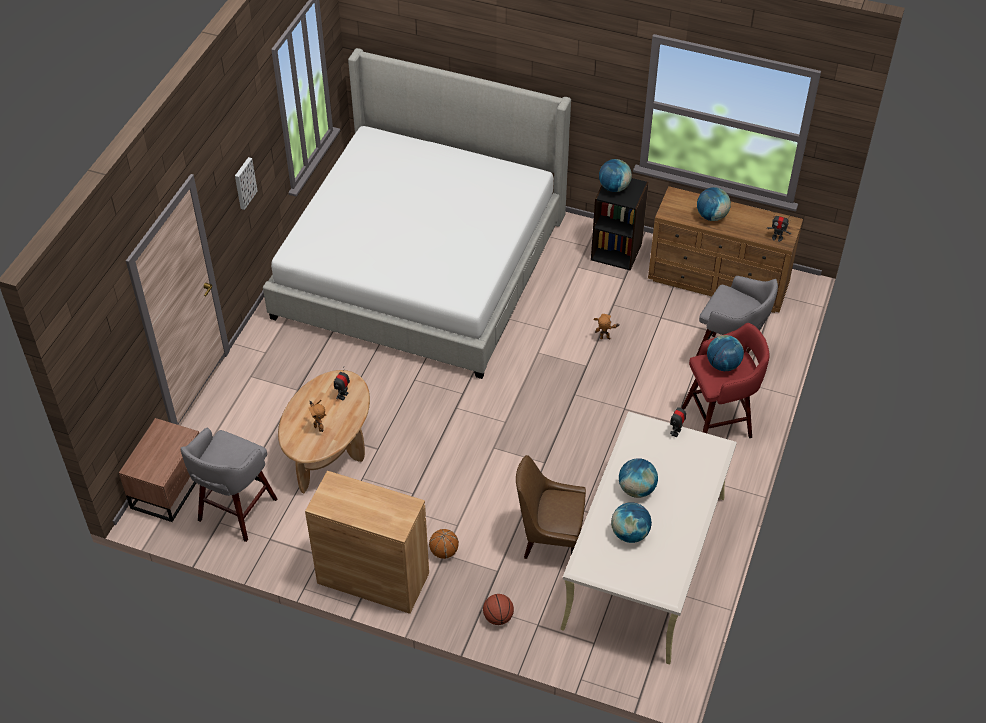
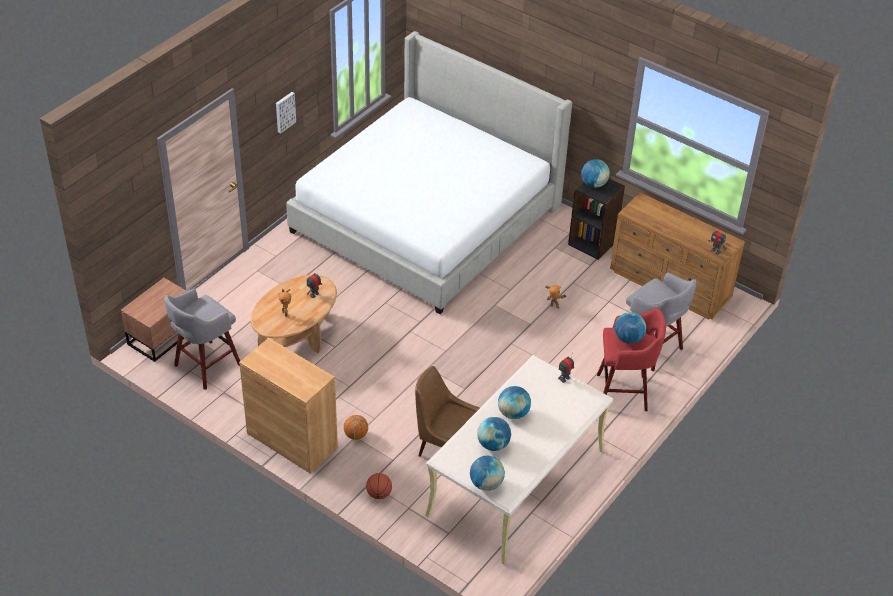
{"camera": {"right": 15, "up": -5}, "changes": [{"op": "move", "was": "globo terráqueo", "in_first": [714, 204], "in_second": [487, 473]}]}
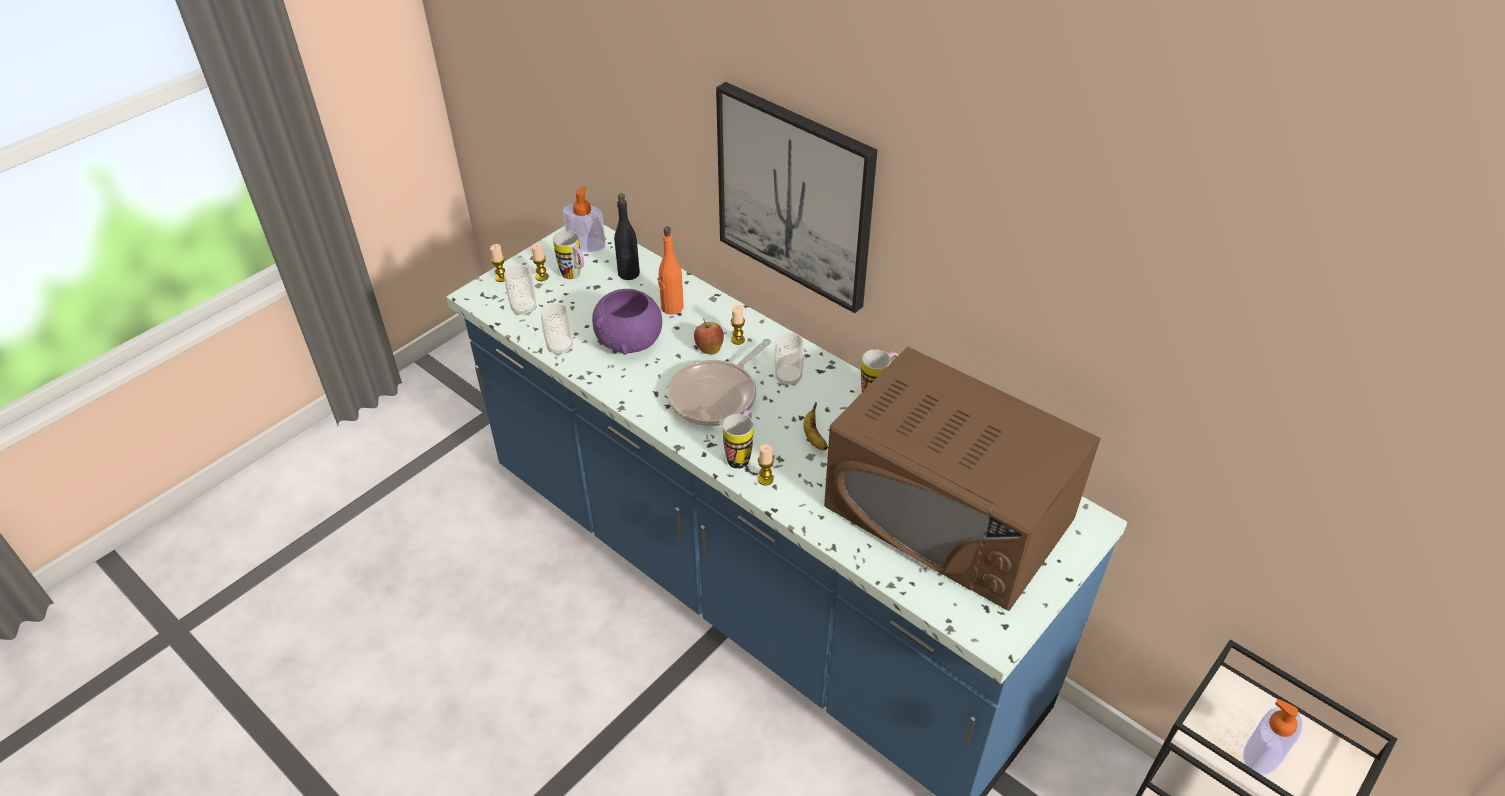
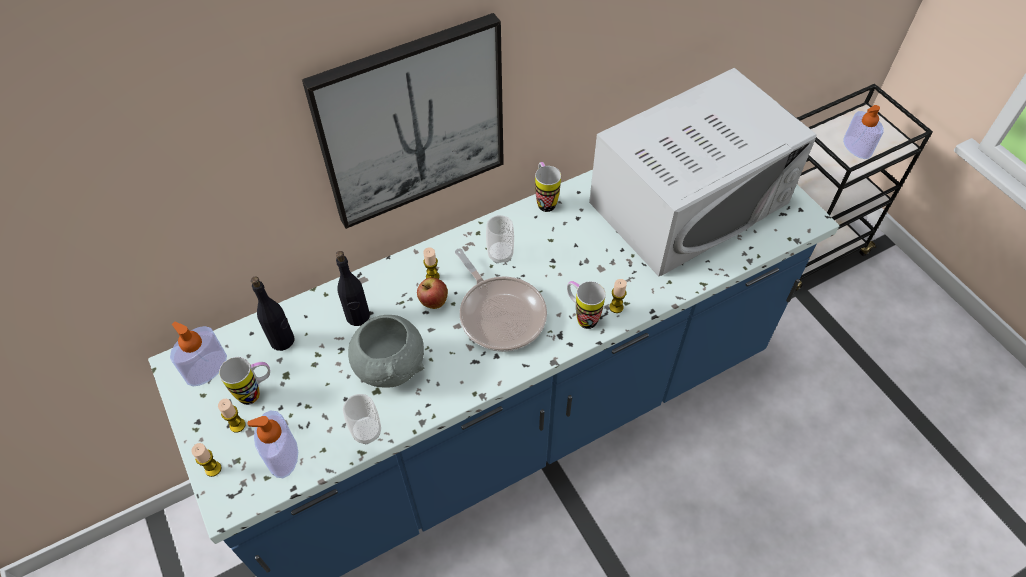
{"camera": {"right": -70, "up": 10}, "changes": [{"op": "replace", "was": "taza", "now": "dispensador de jabón", "in_first": [520, 290], "in_second": [273, 444]}, {"op": "recolor", "was": "cuenco/morado", "now": "cuenco/gris", "in_first": [627, 322], "in_second": [386, 351]}, {"op": "recolor", "was": "botella/naranja", "now": "botella/negro", "in_first": [671, 270], "in_second": [353, 288]}, {"op": "delete", "was": "plátano", "in_first": [816, 426]}, {"op": "recolor", "was": "microondas/marrón", "now": "microondas/blanco", "in_first": [962, 478], "in_second": [702, 172]}]}
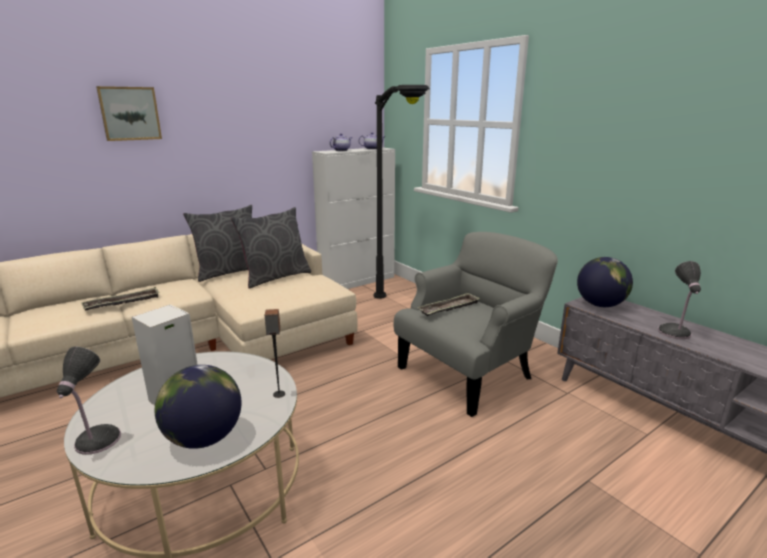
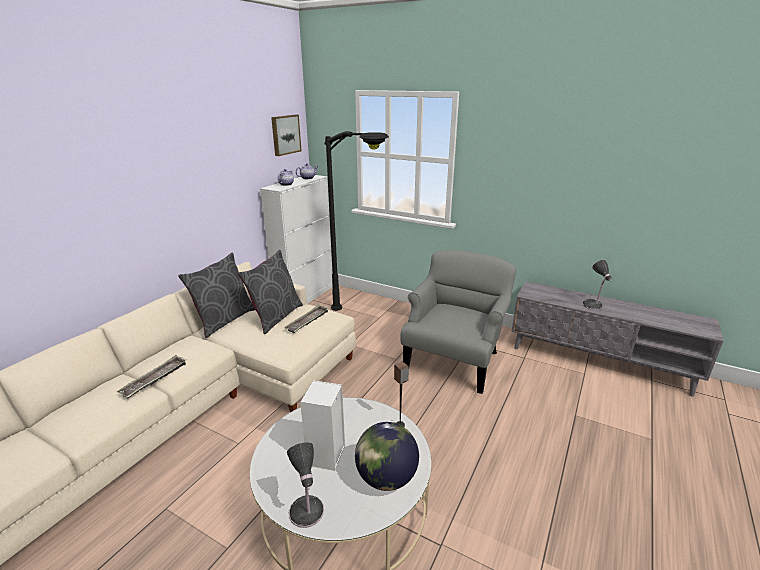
{"camera": {"right": -25, "up": 5}, "changes": [{"op": "move", "was": "cuadro", "in_first": [129, 113], "in_second": [286, 135]}, {"op": "move", "was": "bandeja", "in_first": [449, 304], "in_second": [306, 318]}, {"op": "delete", "was": "globo terráqueo", "in_first": [605, 282]}]}
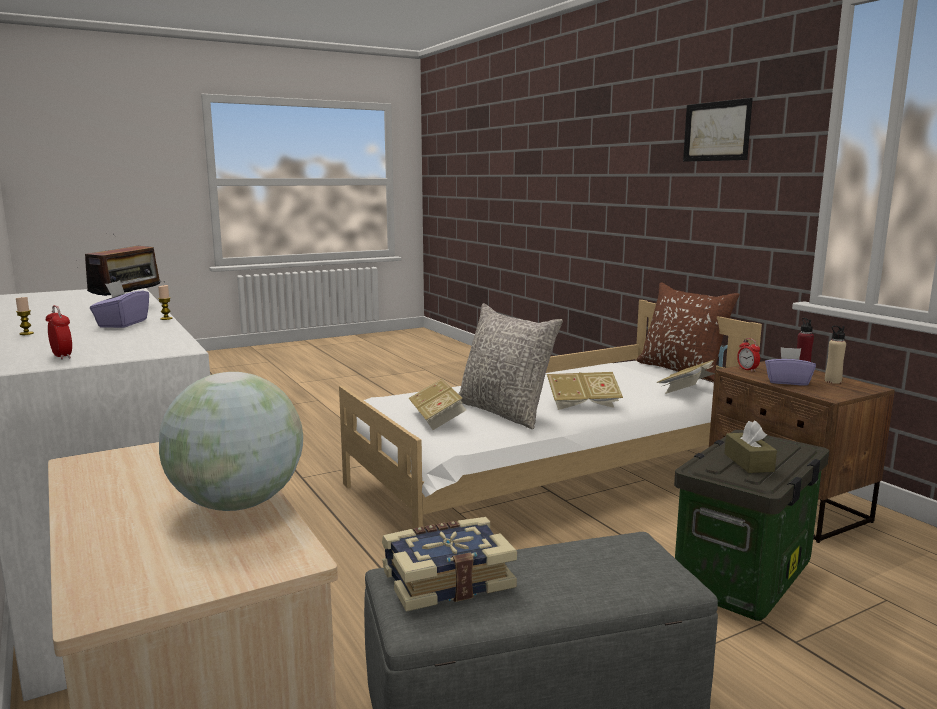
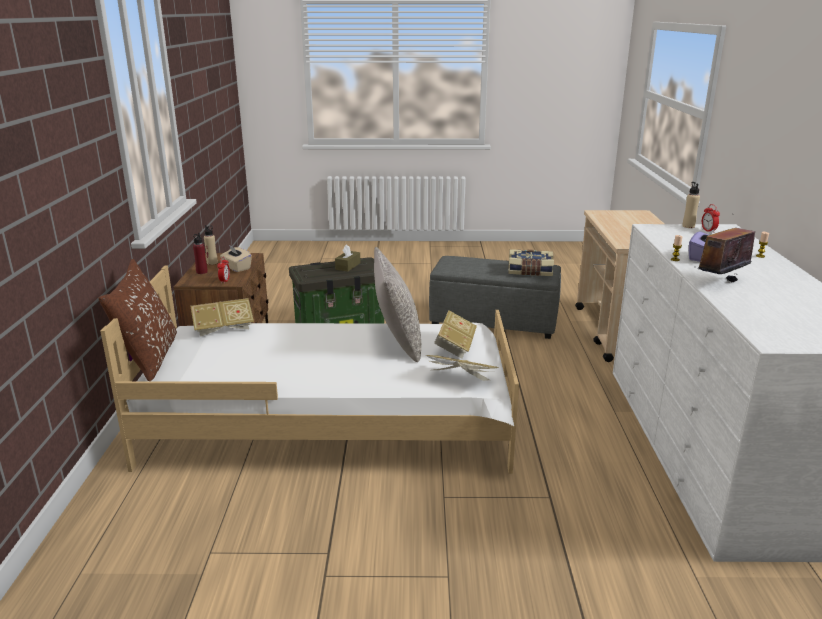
{"camera": {"right": -150, "up": 10}, "changes": [{"op": "delete", "was": "globo terráqueo", "in_first": [231, 441]}, {"op": "move", "was": "libro", "in_first": [585, 391], "in_second": [462, 368]}, {"op": "delete", "was": "cuadro", "in_first": [718, 130]}, {"op": "recolor", "was": "caja de pañuelos/morado", "now": "caja de pañuelos/beis", "in_first": [790, 366], "in_second": [236, 258]}, {"op": "insert", "now": "botella/beis", "in_second": [691, 205]}]}
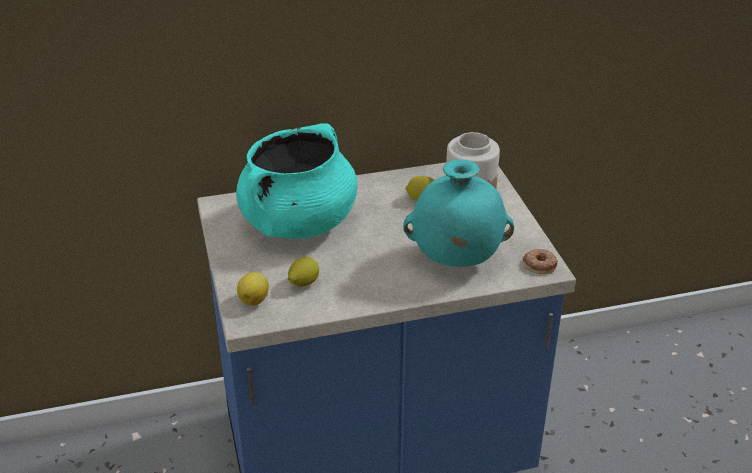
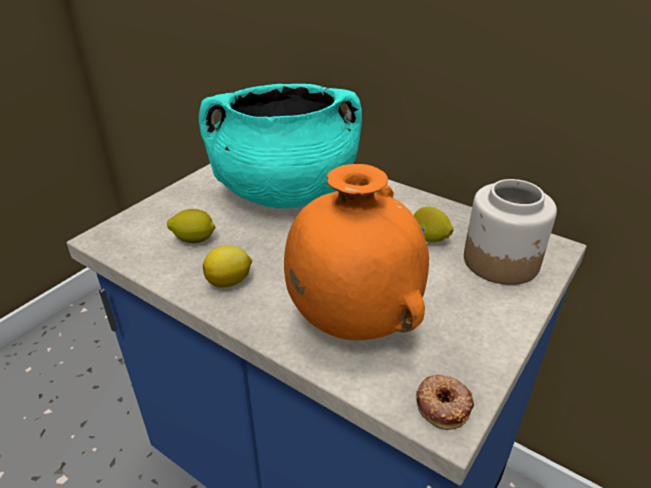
{"camera": {"right": 50, "up": 0}, "changes": [{"op": "move", "was": "limón", "in_first": [253, 289], "in_second": [227, 267]}, {"op": "recolor", "was": "florero/turquesa", "now": "florero/naranja", "in_first": [458, 213], "in_second": [356, 252]}]}
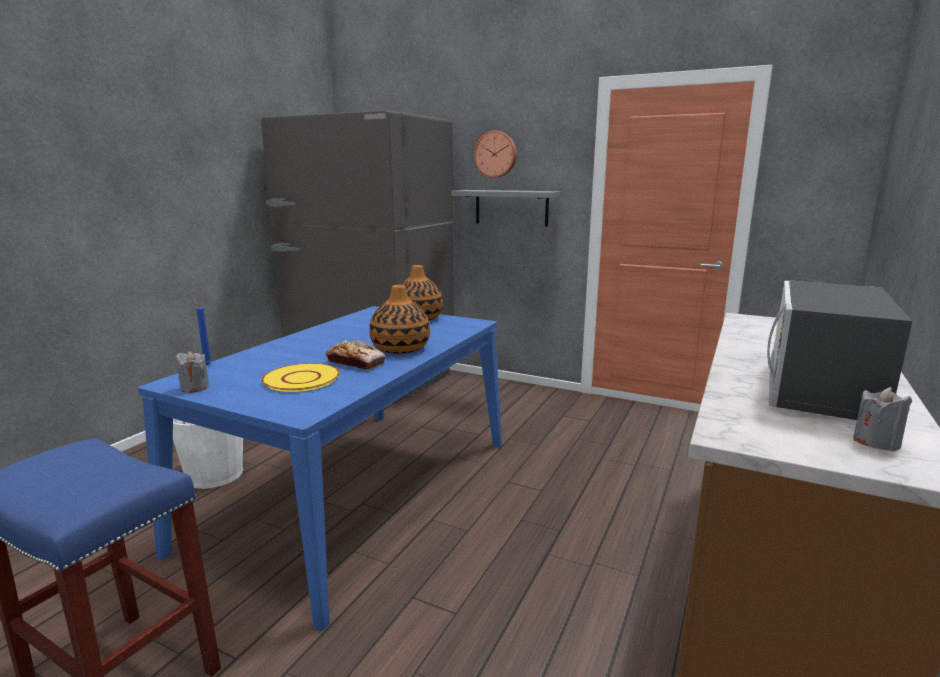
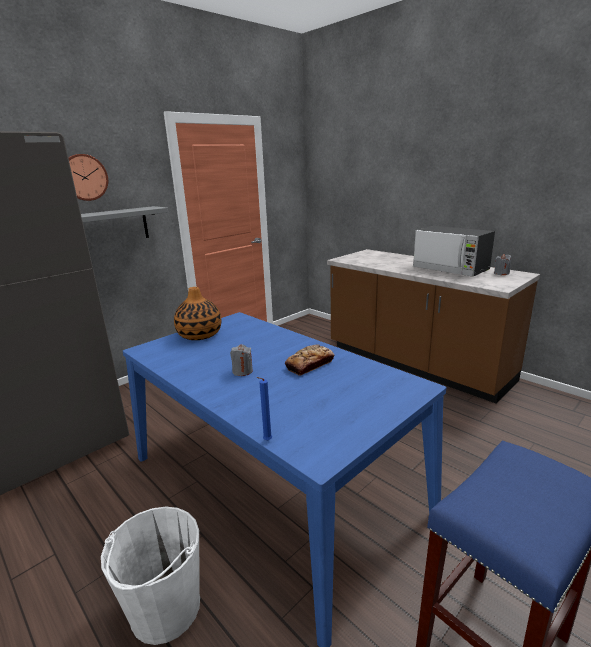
{"camera": {"right": -70, "up": 5}, "changes": [{"op": "move", "was": "vela/gris", "in_first": [192, 372], "in_second": [241, 360]}, {"op": "delete", "was": "plato/amarillo", "in_first": [300, 377]}, {"op": "delete", "was": "florero", "in_first": [399, 319]}]}
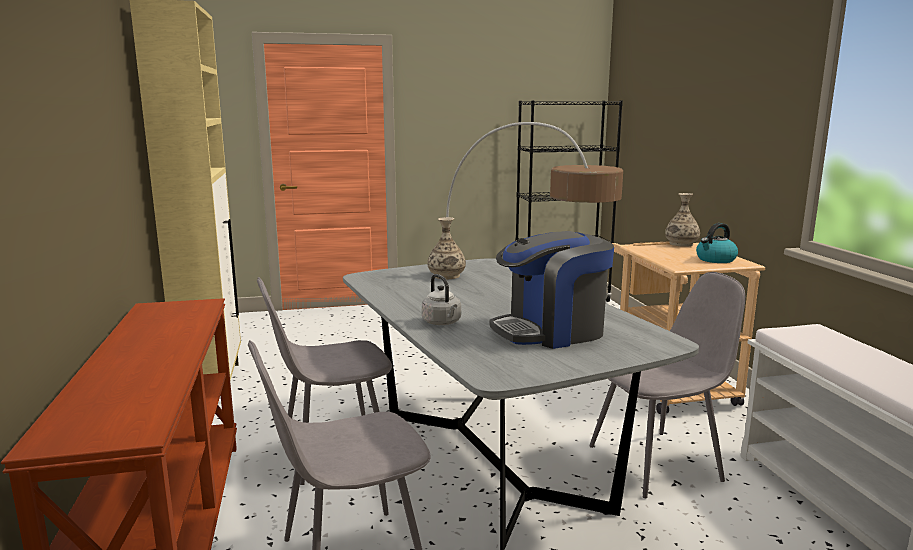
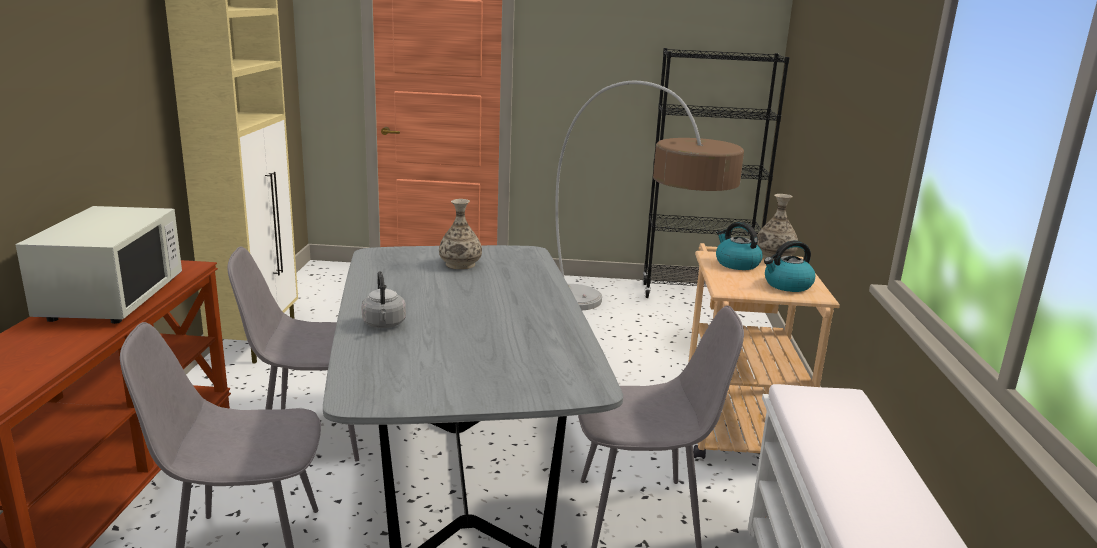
{"camera": {"right": 15, "up": 5}, "changes": [{"op": "delete", "was": "cafetera", "in_first": [551, 290]}, {"op": "insert", "now": "microondas/blanco", "in_second": [98, 265]}, {"op": "insert", "now": "hervidor", "in_second": [739, 246]}]}
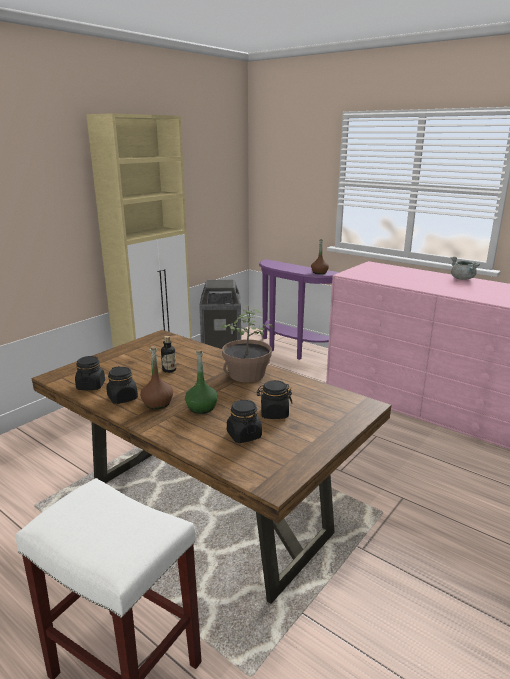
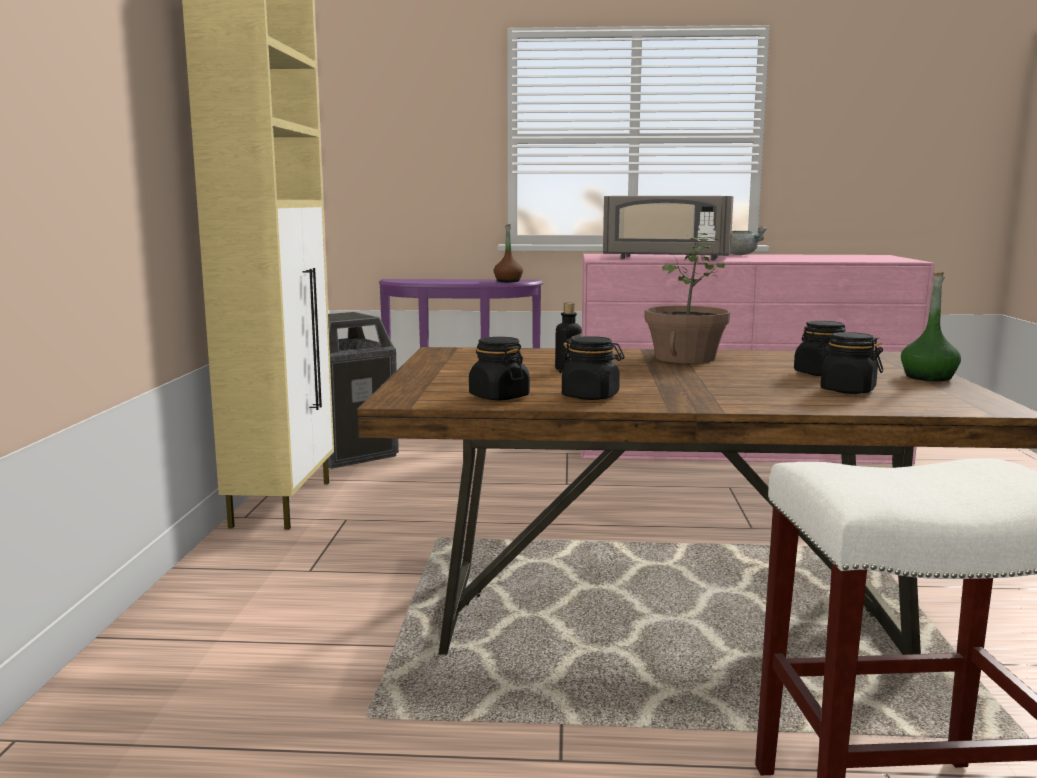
{"camera": {"right": -35, "up": -10}, "changes": [{"op": "delete", "was": "botella/marrón", "in_first": [156, 377]}, {"op": "move", "was": "botella/verde", "in_first": [201, 382], "in_second": [931, 326]}, {"op": "insert", "now": "microondas/gris", "in_second": [668, 228]}]}
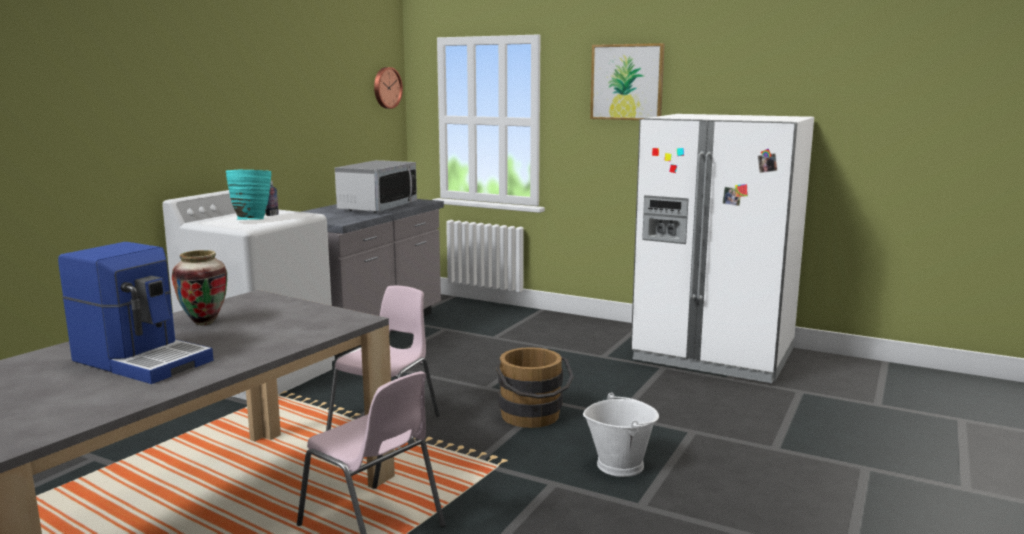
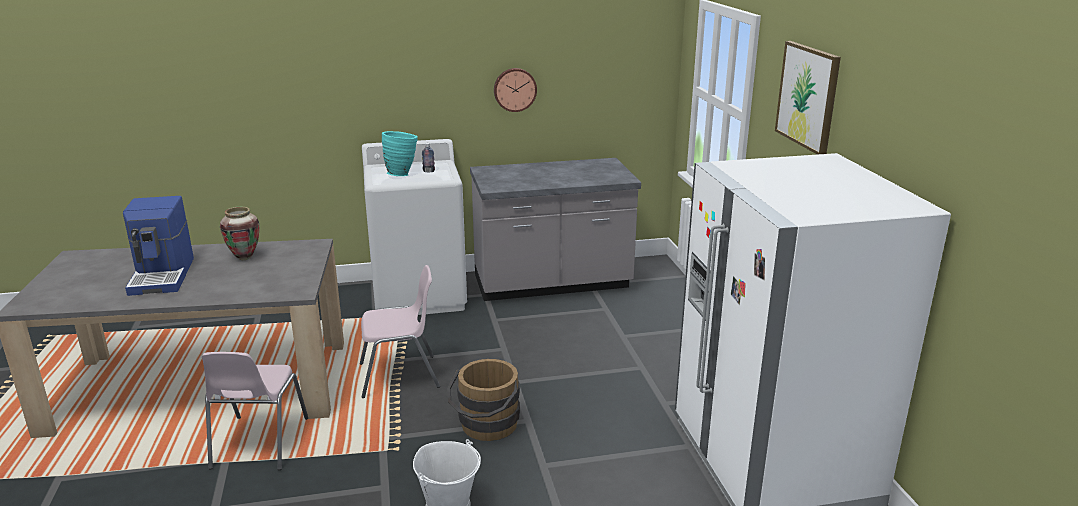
{"camera": {"right": 50, "up": 10}, "changes": [{"op": "delete", "was": "microondas", "in_first": [376, 186]}, {"op": "move", "was": "reloj de pared", "in_first": [388, 88], "in_second": [515, 90]}]}
